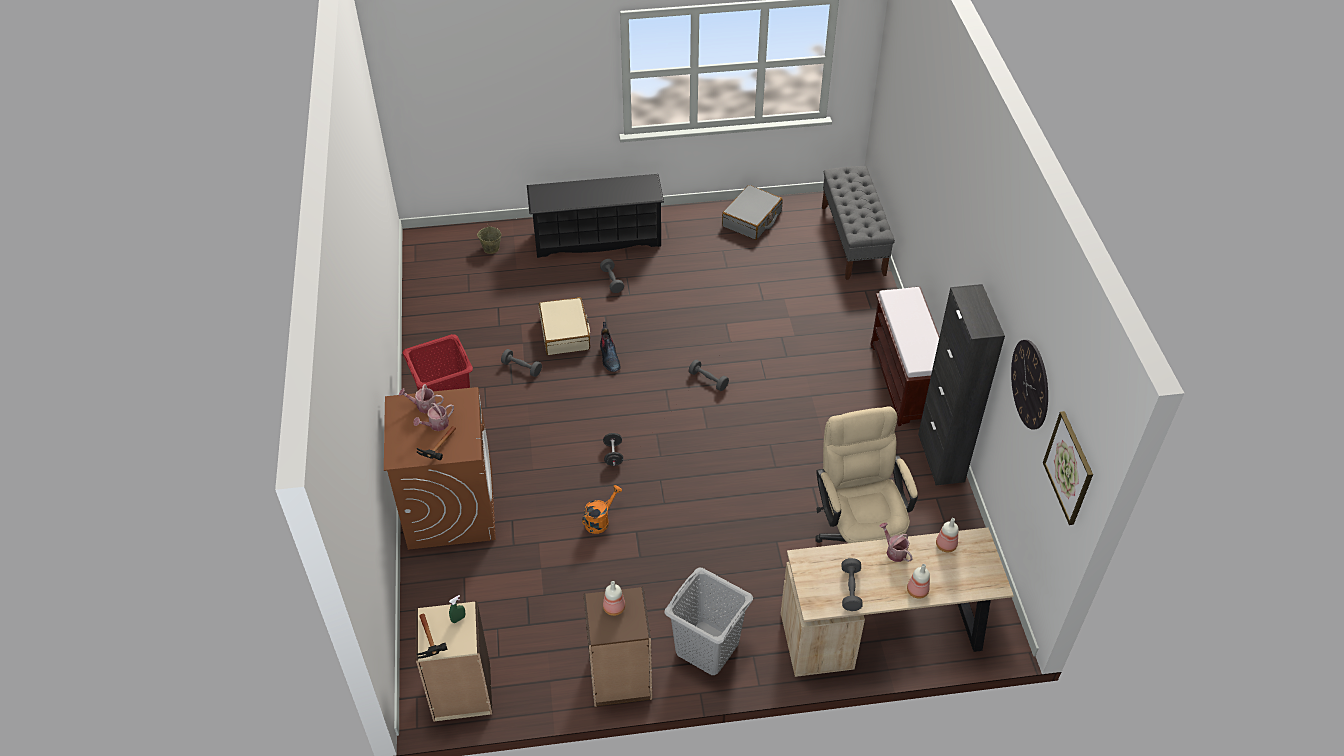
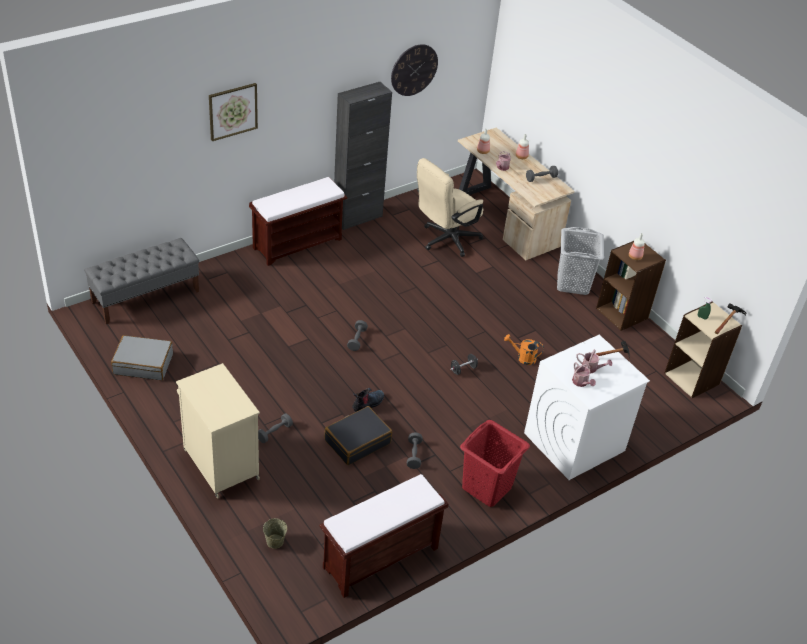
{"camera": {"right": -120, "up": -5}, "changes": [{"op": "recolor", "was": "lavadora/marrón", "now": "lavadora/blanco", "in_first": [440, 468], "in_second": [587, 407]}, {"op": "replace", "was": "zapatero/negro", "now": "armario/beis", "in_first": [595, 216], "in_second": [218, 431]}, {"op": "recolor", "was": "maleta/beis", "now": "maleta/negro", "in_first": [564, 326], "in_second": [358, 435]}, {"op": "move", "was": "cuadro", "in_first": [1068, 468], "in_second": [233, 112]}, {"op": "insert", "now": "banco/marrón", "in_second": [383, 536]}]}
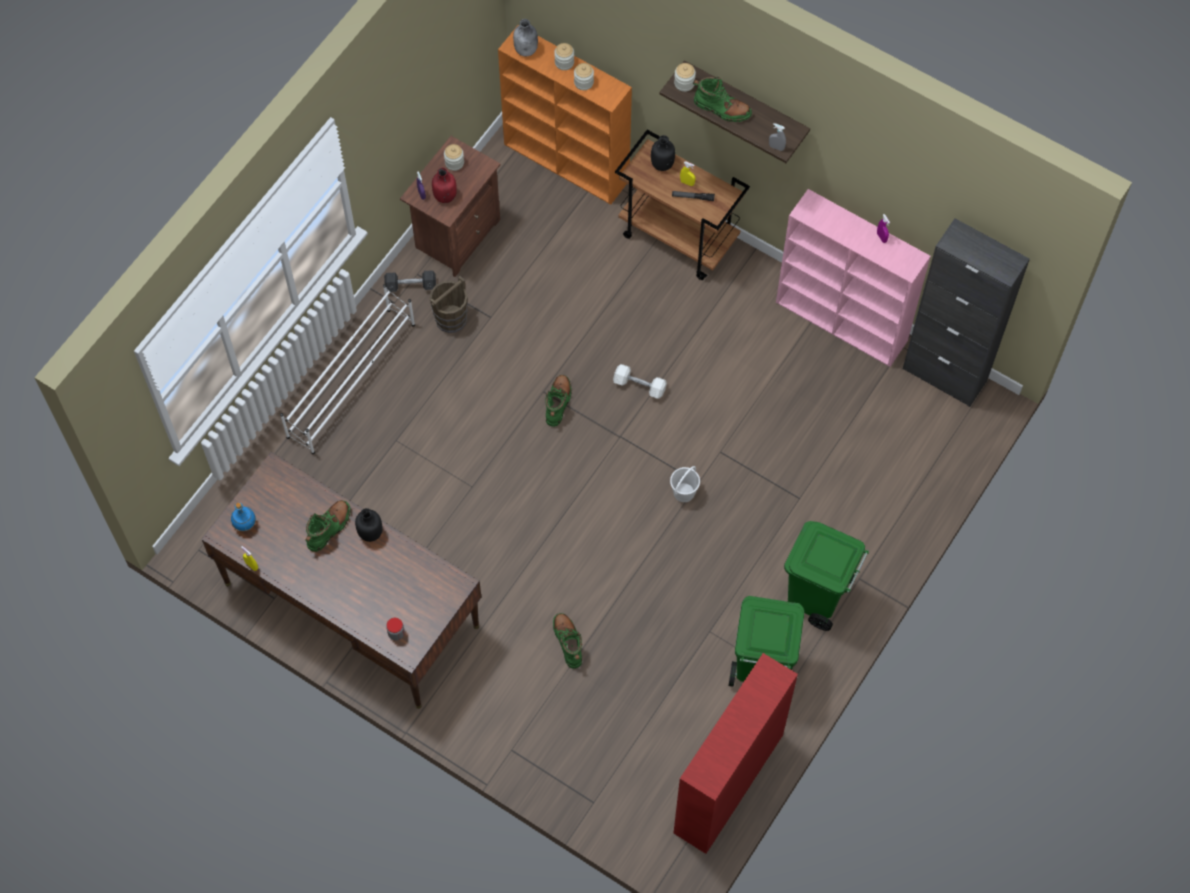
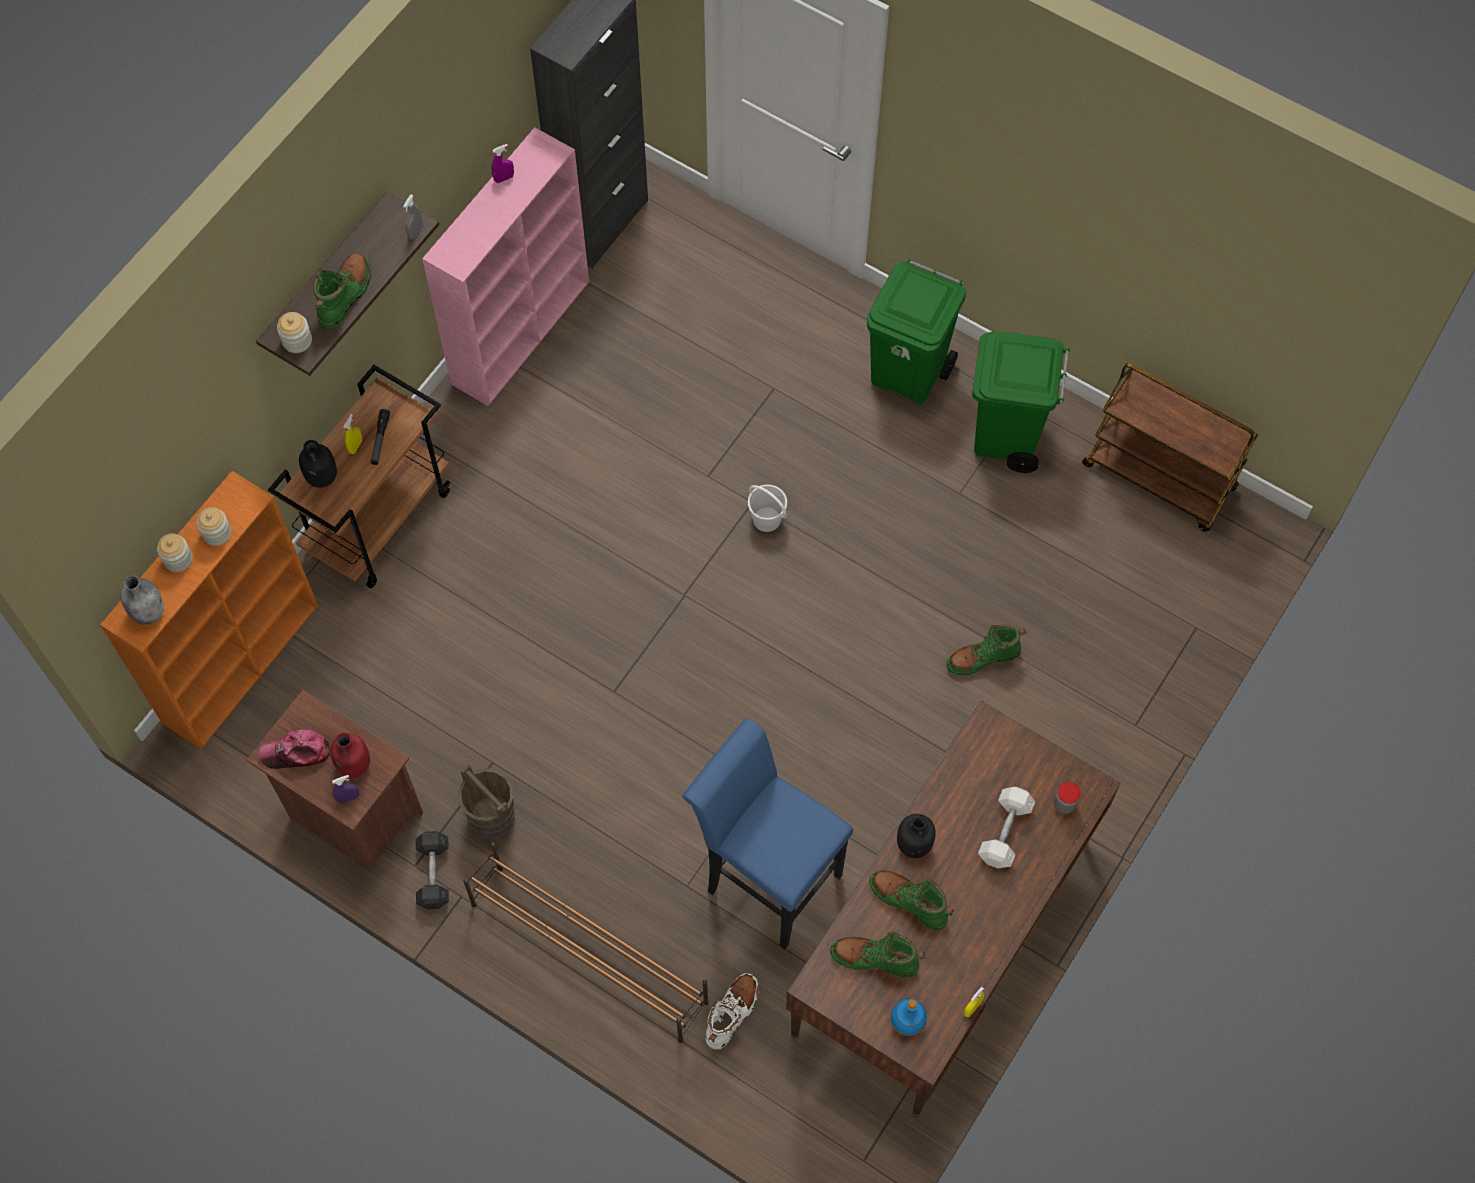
{"camera": {"right": -90, "up": 0}, "changes": [{"op": "recolor", "was": "zapatero/blanco", "now": "zapatero/marrón", "in_first": [347, 369], "in_second": [586, 942]}, {"op": "replace", "was": "tarro", "now": "gorra", "in_first": [454, 157], "in_second": [294, 749]}, {"op": "move", "was": "bota/verde", "in_first": [558, 401], "in_second": [877, 954]}, {"op": "move", "was": "mancuerna/blanco", "in_first": [640, 381], "in_second": [1006, 827]}, {"op": "replace", "was": "estantería/rojo", "now": "carrito/marrón", "in_first": [736, 753], "in_second": [1170, 447]}, {"op": "insert", "now": "taburete/azul", "in_second": [767, 834]}, {"op": "insert", "now": "bota/blanco", "in_second": [731, 1011]}]}
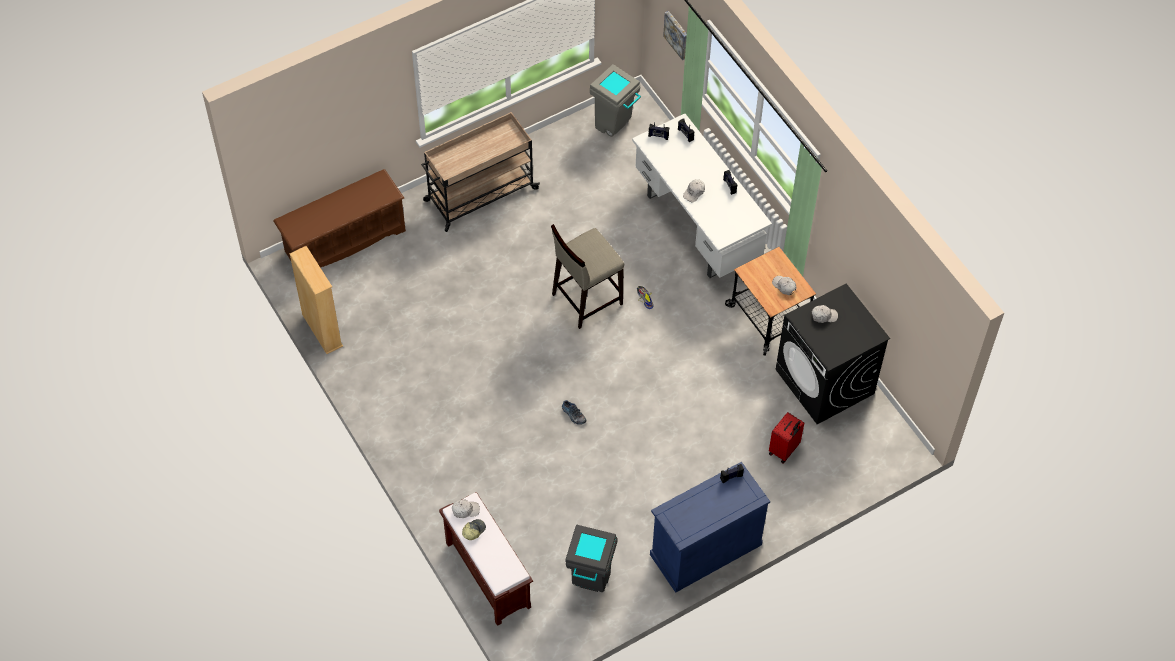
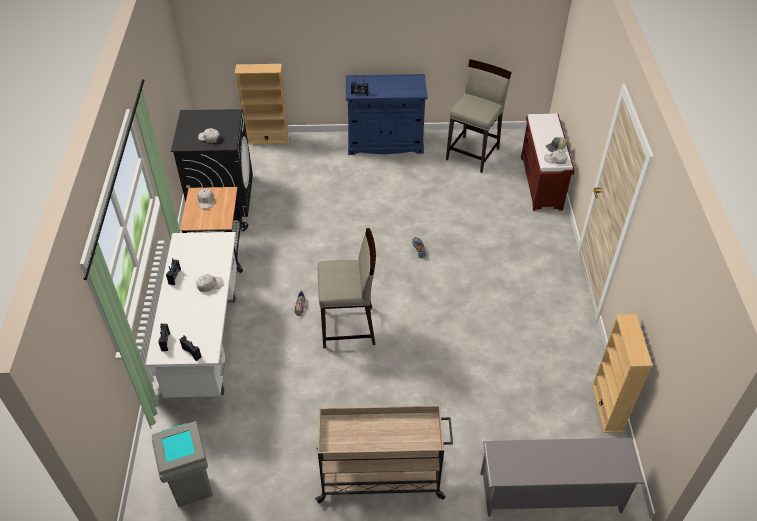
{"camera": {"right": -150, "up": -10}, "changes": [{"op": "recolor", "was": "zapatero/marrón", "now": "zapatero/gris", "in_first": [339, 218], "in_second": [562, 477]}, {"op": "replace", "was": "papelera/gris", "now": "taburete/beis", "in_first": [591, 558], "in_second": [479, 116]}, {"op": "delete", "was": "cuadro", "in_first": [675, 35]}, {"op": "delete", "was": "maleta/rojo", "in_first": [786, 438]}, {"op": "insert", "now": "estantería/beis", "in_second": [262, 104]}]}
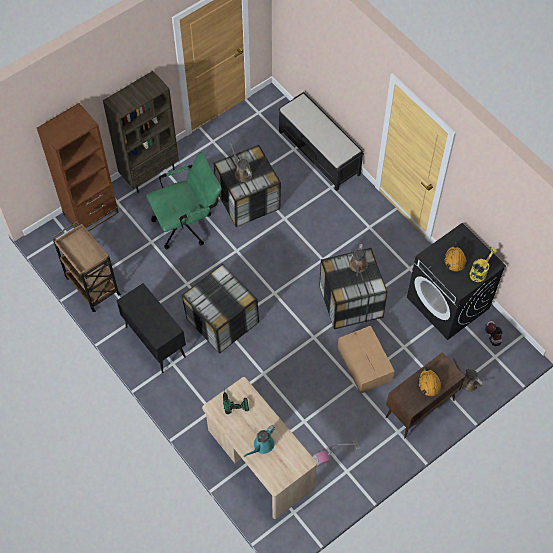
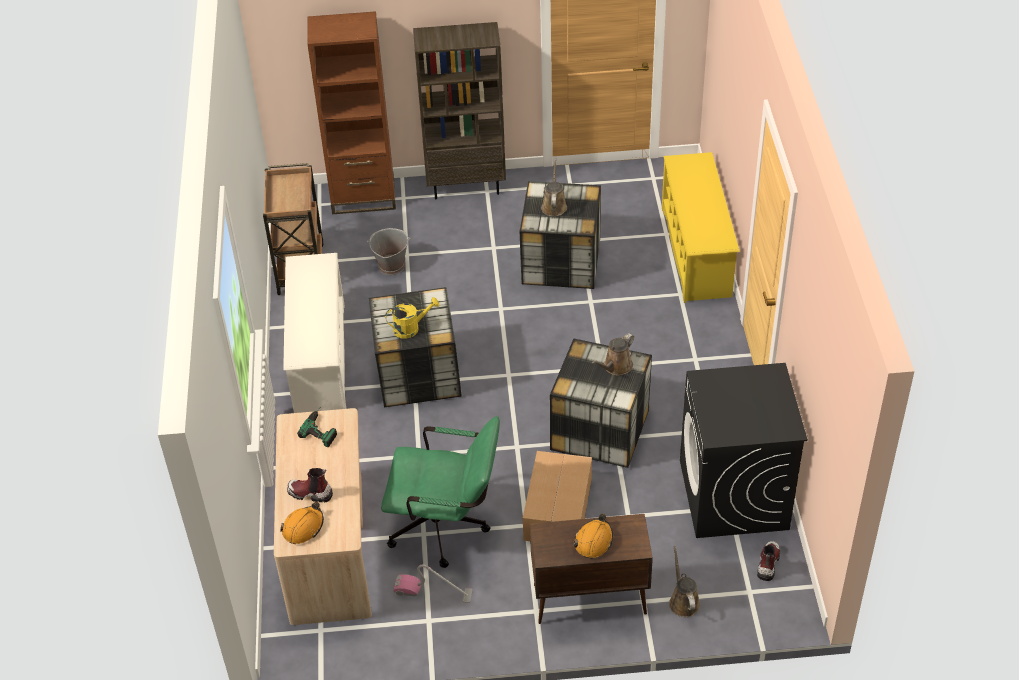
{"camera": {"right": 35, "up": -15}, "changes": [{"op": "replace", "was": "armario/negro", "now": "zapatero/blanco", "in_first": [151, 328], "in_second": [314, 333]}, {"op": "move", "was": "silla de oficina/verde", "in_first": [184, 200], "in_second": [440, 492]}, {"op": "replace", "was": "regadera/turquesa", "now": "bota", "in_first": [259, 441], "in_second": [310, 485]}, {"op": "replace", "was": "banco/negro", "now": "zapatero/amarillo", "in_first": [321, 141], "in_second": [700, 227]}, {"op": "move", "was": "casco/naranja", "in_first": [455, 257], "in_second": [302, 523]}, {"op": "move", "was": "regadera/amarillo", "in_first": [483, 264], "in_second": [412, 318]}, {"op": "insert", "now": "cubo/gris", "in_second": [388, 251]}]}
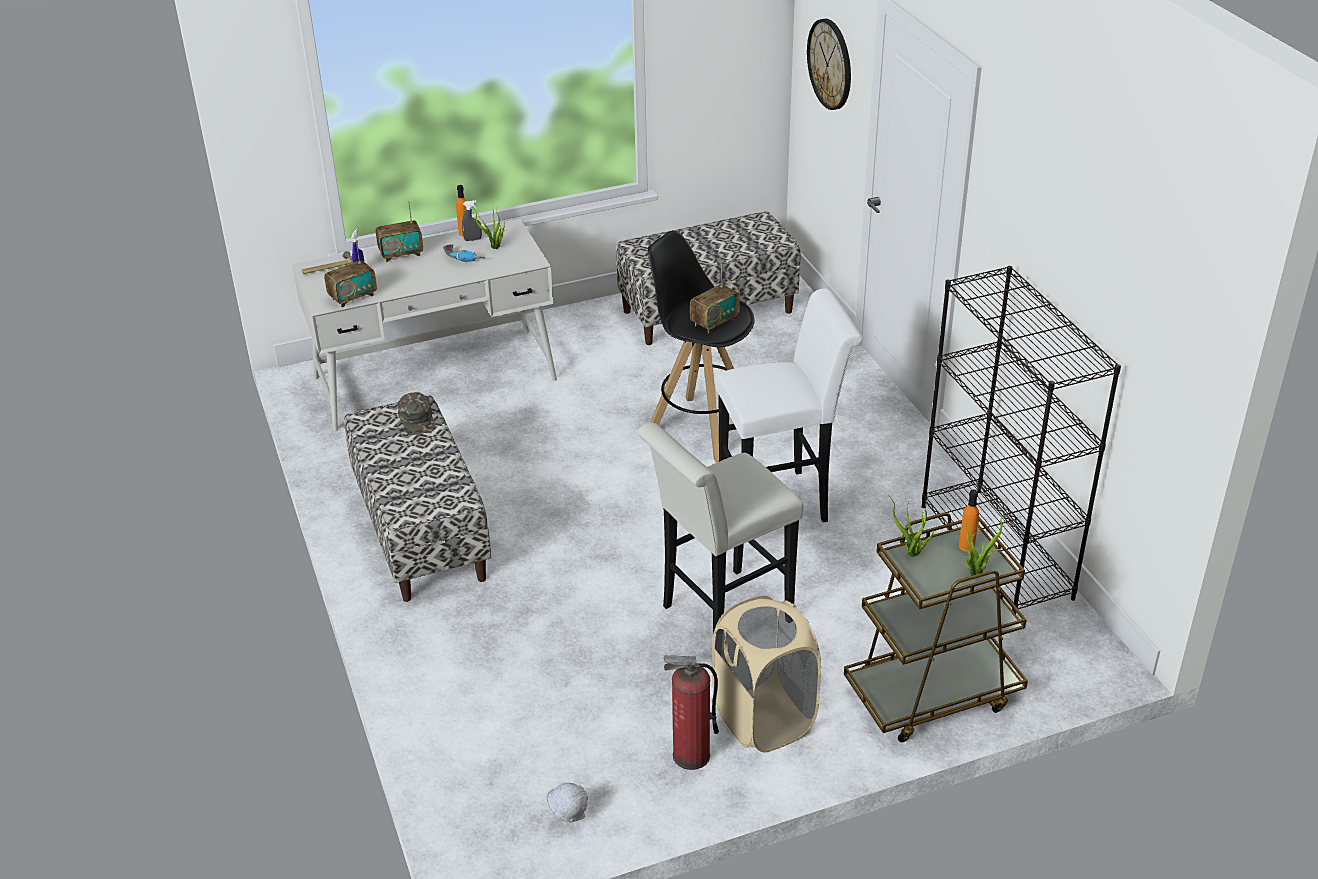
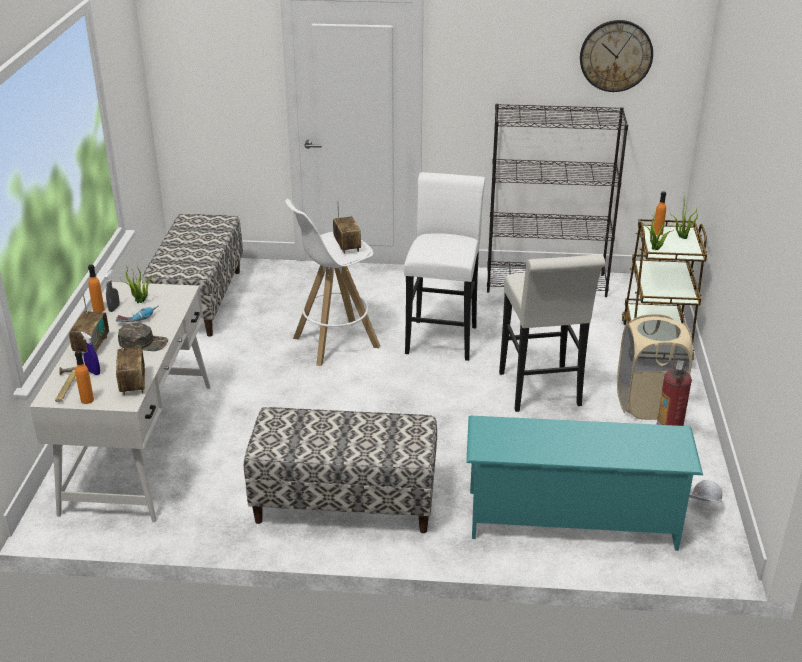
{"camera": {"right": -65, "up": -5}, "changes": [{"op": "move", "was": "gorra/verde", "in_first": [417, 413], "in_second": [143, 337]}, {"op": "recolor", "was": "taburete/negro", "now": "taburete/blanco", "in_first": [701, 346], "in_second": [332, 282]}, {"op": "move", "was": "reloj de pared", "in_first": [829, 64], "in_second": [616, 56]}, {"op": "insert", "now": "botella/naranja", "in_second": [84, 377]}, {"op": "insert", "now": "zapatero/turquesa", "in_second": [584, 483]}]}
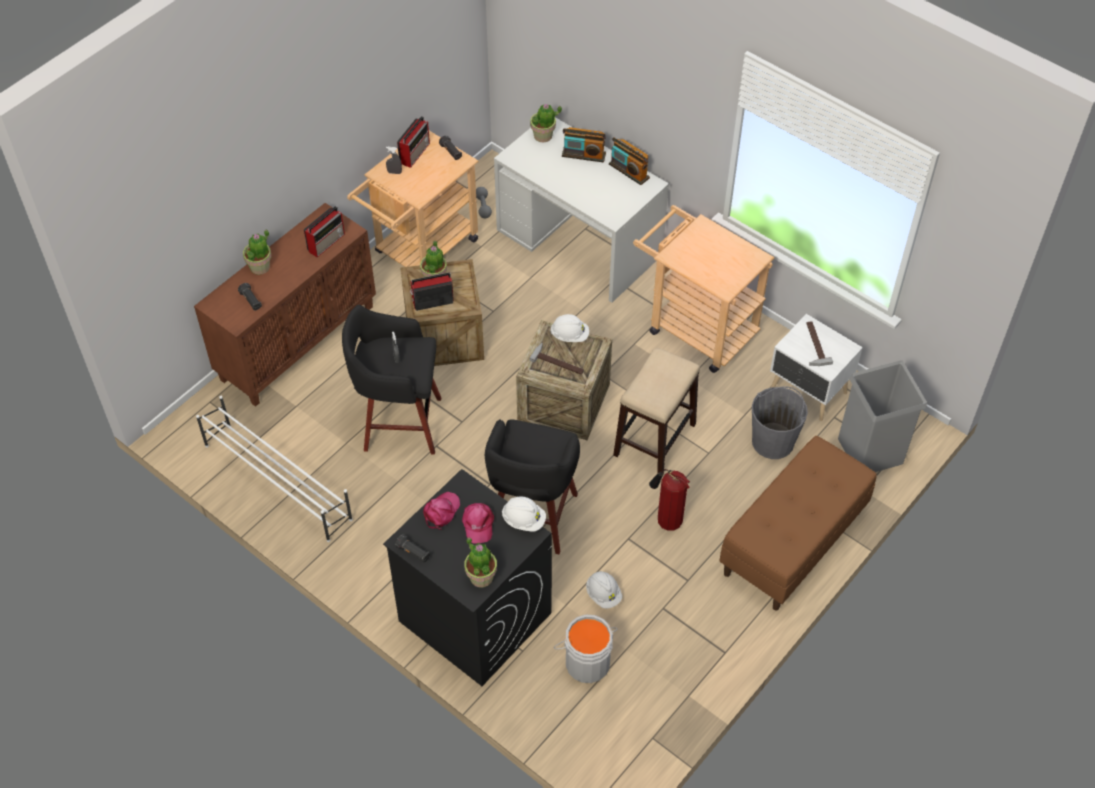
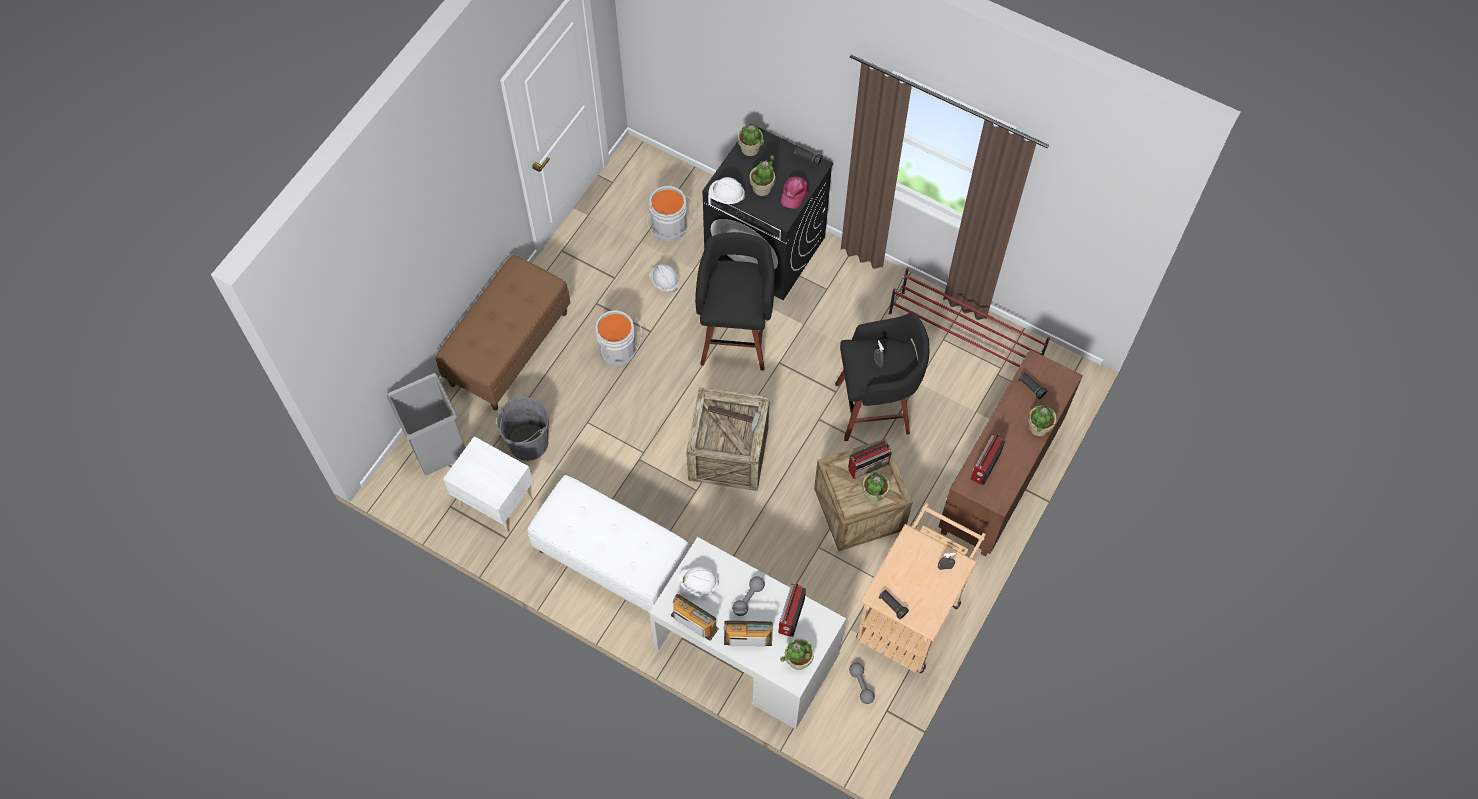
{"camera": {"right": 170, "up": 10}, "changes": [{"op": "recolor", "was": "zapatero/blanco", "now": "zapatero/rojo", "in_first": [274, 469], "in_second": [969, 317]}, {"op": "move", "was": "radio", "in_first": [413, 142], "in_second": [792, 609]}, {"op": "replace", "was": "gorra/rosa", "now": "planta en maceta", "in_first": [478, 523], "in_second": [762, 175]}, {"op": "move", "was": "casco/blanco", "in_first": [569, 328], "in_second": [698, 581]}, {"op": "delete", "was": "taburete", "in_first": [656, 412]}, {"op": "replace", "was": "carrito/beis", "now": "banco/blanco", "in_first": [704, 289], "in_second": [608, 543]}, {"op": "replace", "was": "extintor", "now": "cubo/gris", "in_first": [669, 500], "in_second": [618, 338]}, {"op": "delete", "was": "martillo", "in_first": [819, 343]}, {"op": "insert", "now": "mancuerna/gris", "in_second": [749, 596]}]}
